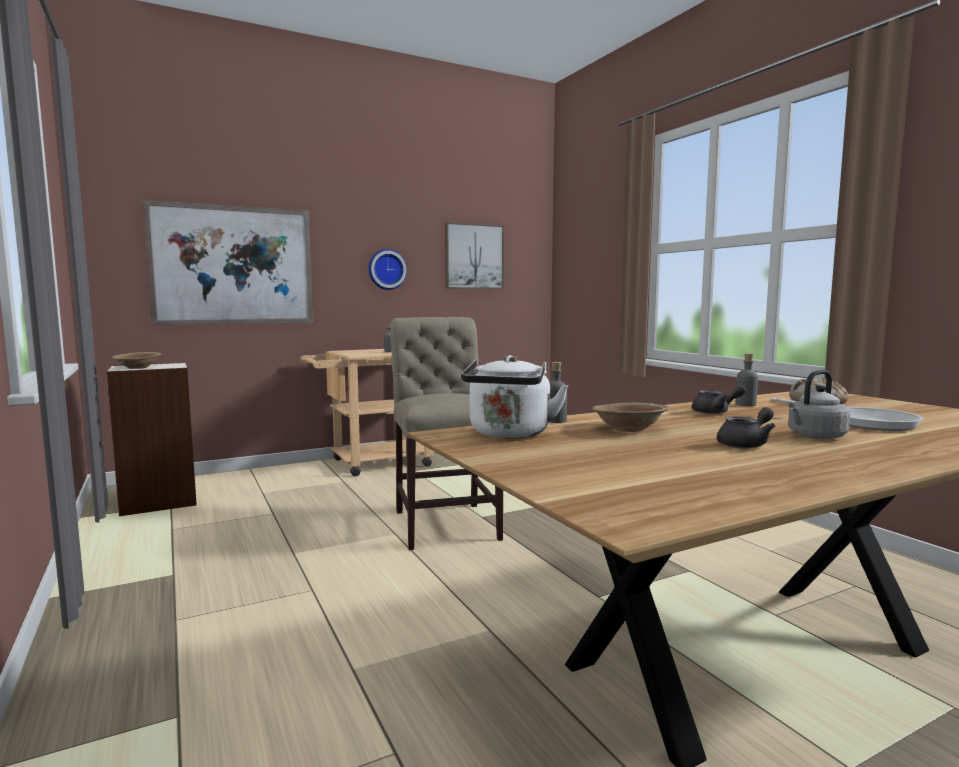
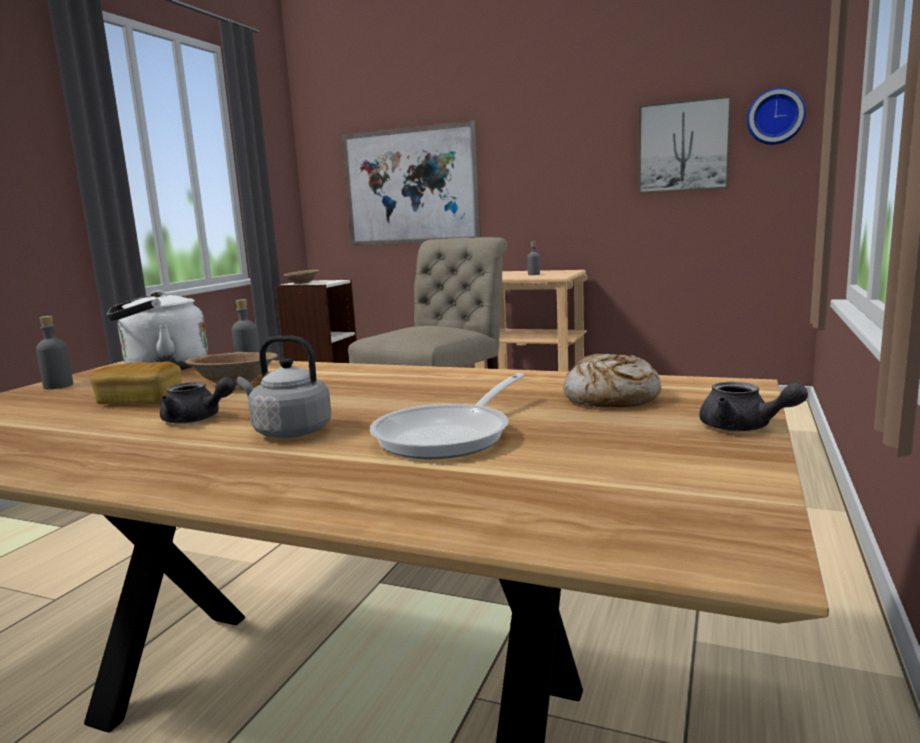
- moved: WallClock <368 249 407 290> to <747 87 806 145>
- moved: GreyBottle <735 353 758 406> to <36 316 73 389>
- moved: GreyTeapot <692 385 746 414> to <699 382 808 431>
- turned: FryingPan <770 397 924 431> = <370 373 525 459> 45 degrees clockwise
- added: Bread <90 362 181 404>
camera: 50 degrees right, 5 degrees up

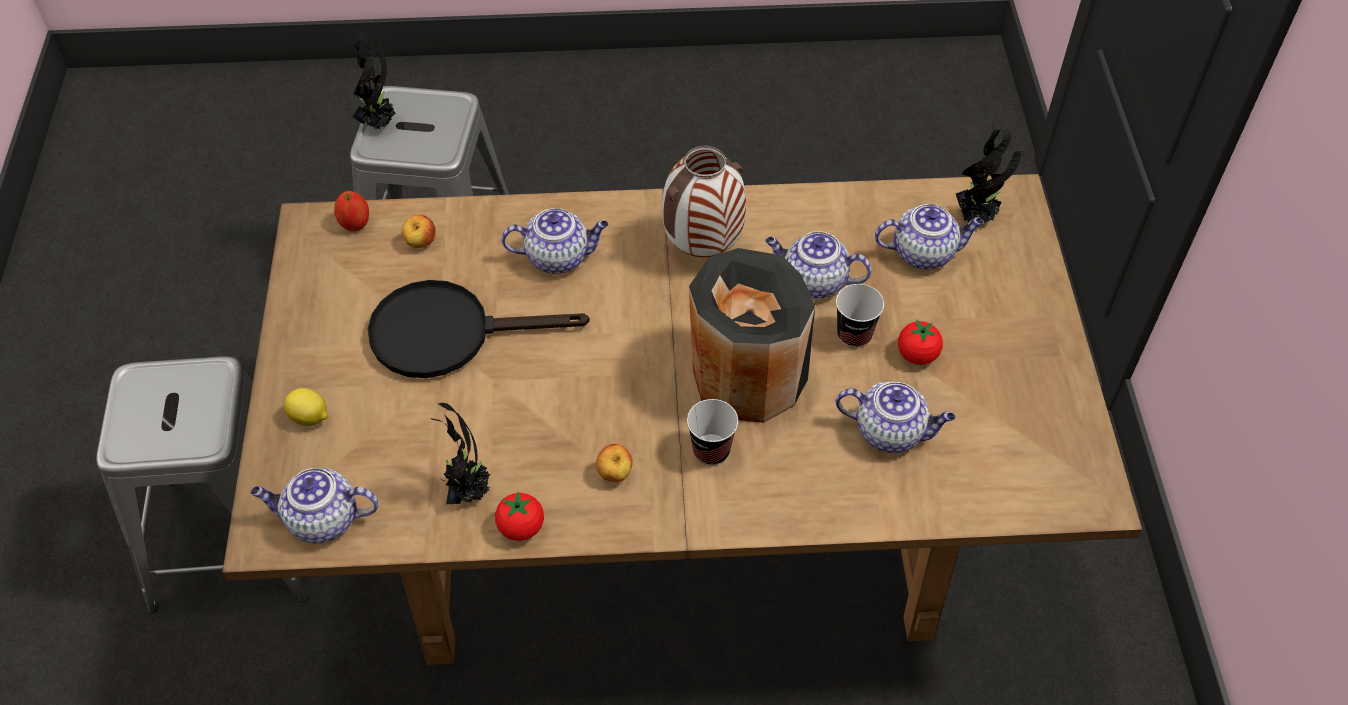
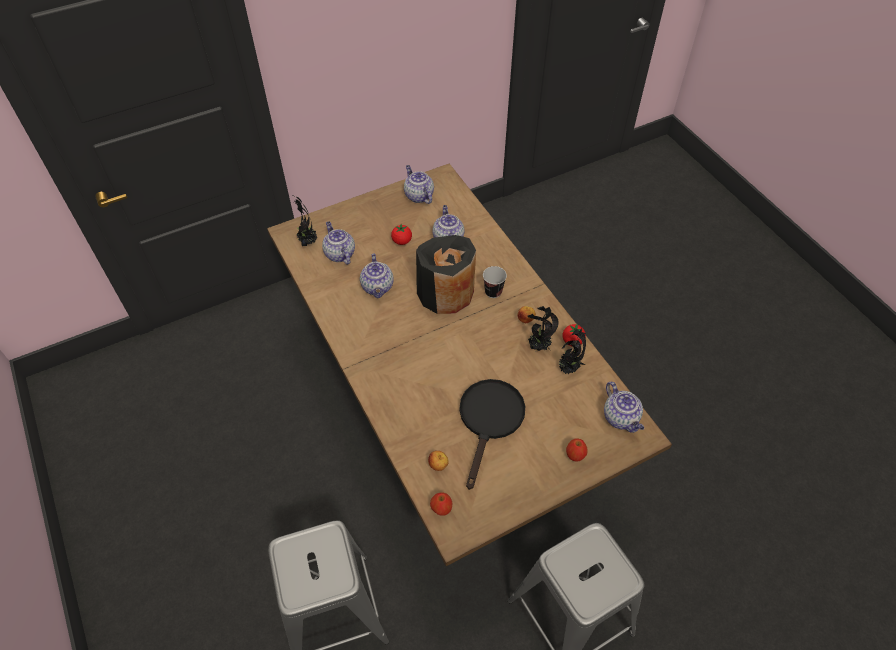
- moved: PottedPlant <347 31 396 130> to <527 306 559 352>
- removed: Vase <662 146 746 257>
- moved: Teapot <501 208 609 274> to <404 165 434 204>
- turned: BlackFryingPan <368 280 590 378> = <459 379 525 490> 135 degrees counterclockwise
- removed: Cup <836 284 884 348>
- replaced: Lemon <284 388 328 426> to Apple <566 438 588 461>
camera: 115 degrees left, 0 degrees up

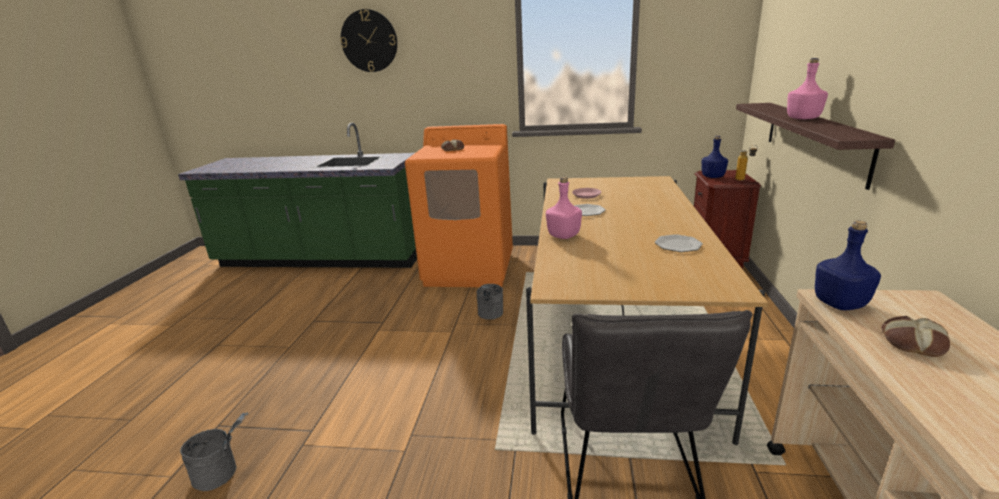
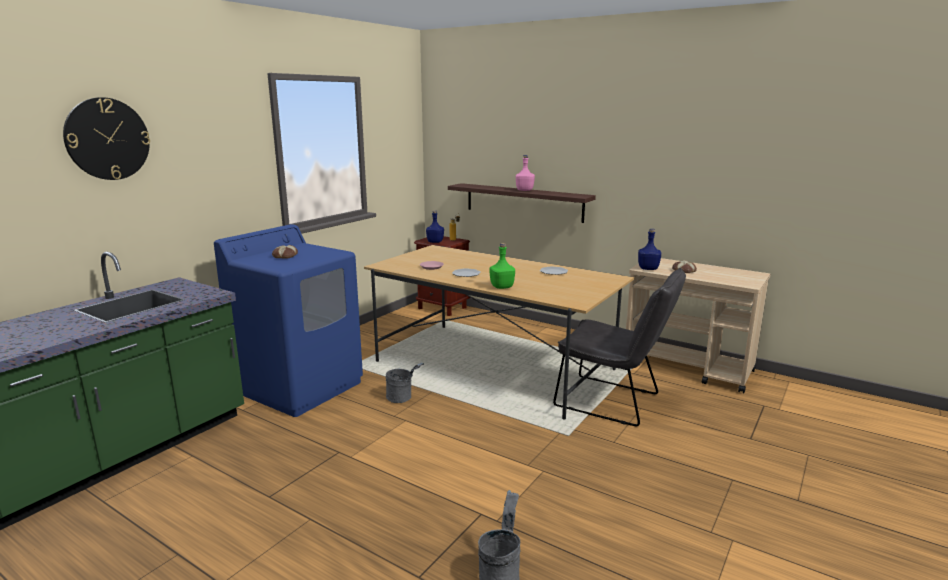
- recoloured: OrangeWashingMachine <405 124 513 287> to BlueWashingMachine <214 224 363 417>
- recoloured: PinkBottle <546 177 582 239> to GreenBottle <489 243 515 289>
camera: 65 degrees left, 5 degrees down

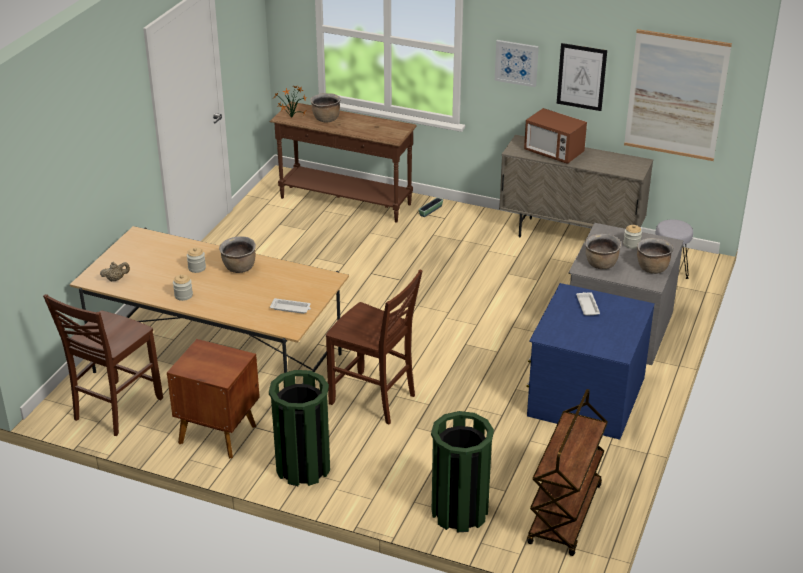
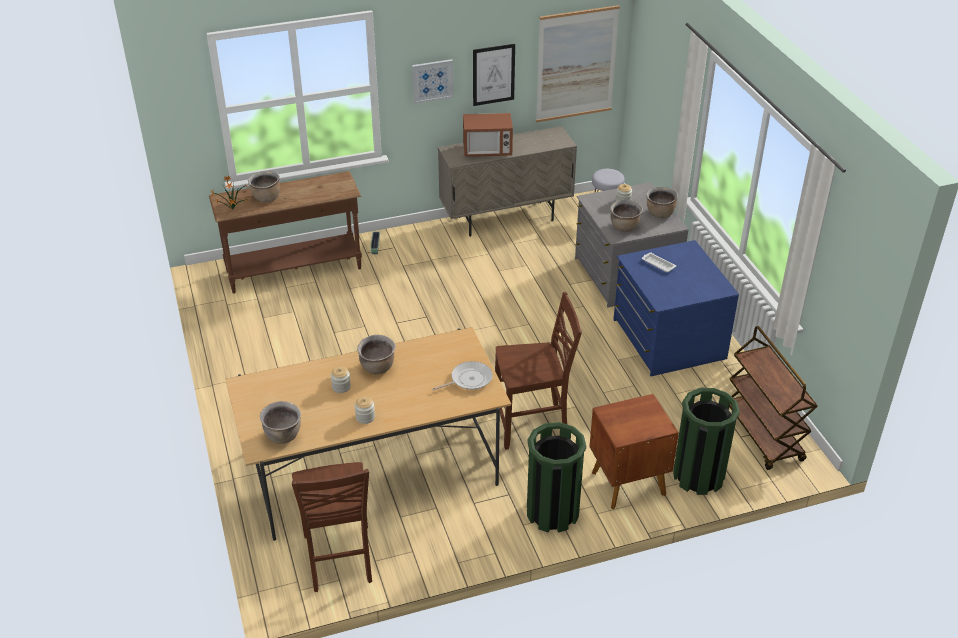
- replaced: BeigeTeapot <100 262 130 282> to BrownCookingPot <260 401 301 444>
- replaced: WhiteTray <270 298 311 314> to FryingPan <432 361 492 391>
- moved: BrownNightstand <167 339 260 459> to <589 394 679 509>
camera: 40 degrees left, 5 degrees up

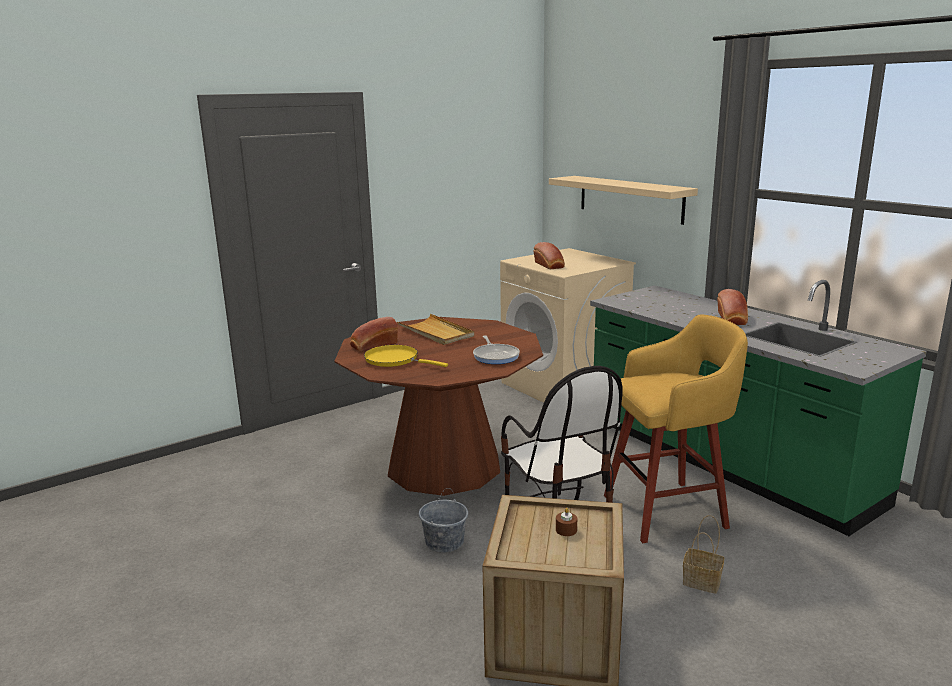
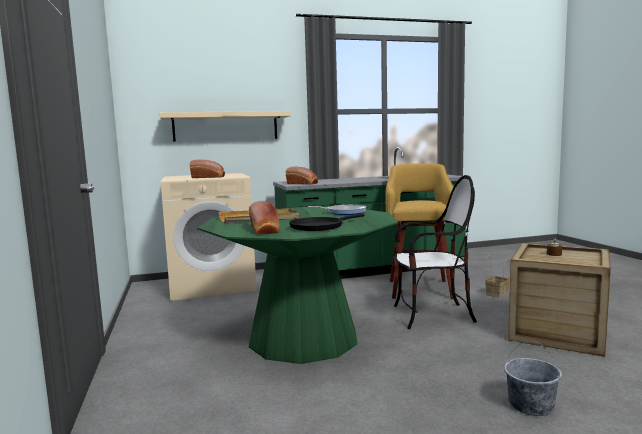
- moved: Bread <717 289 748 325> to <286 166 318 185>
- recoloured: BrownDiningTable <335 317 543 496> to GreenDiningTable <198 207 398 364>
- recoloured: YellowFryingPan <364 345 448 367> to BlackFryingPan <289 214 365 231>
- moved: GreyBucket <419 488 468 553> to <504 341 562 416>
camera: 70 degrees left, 10 degrees down

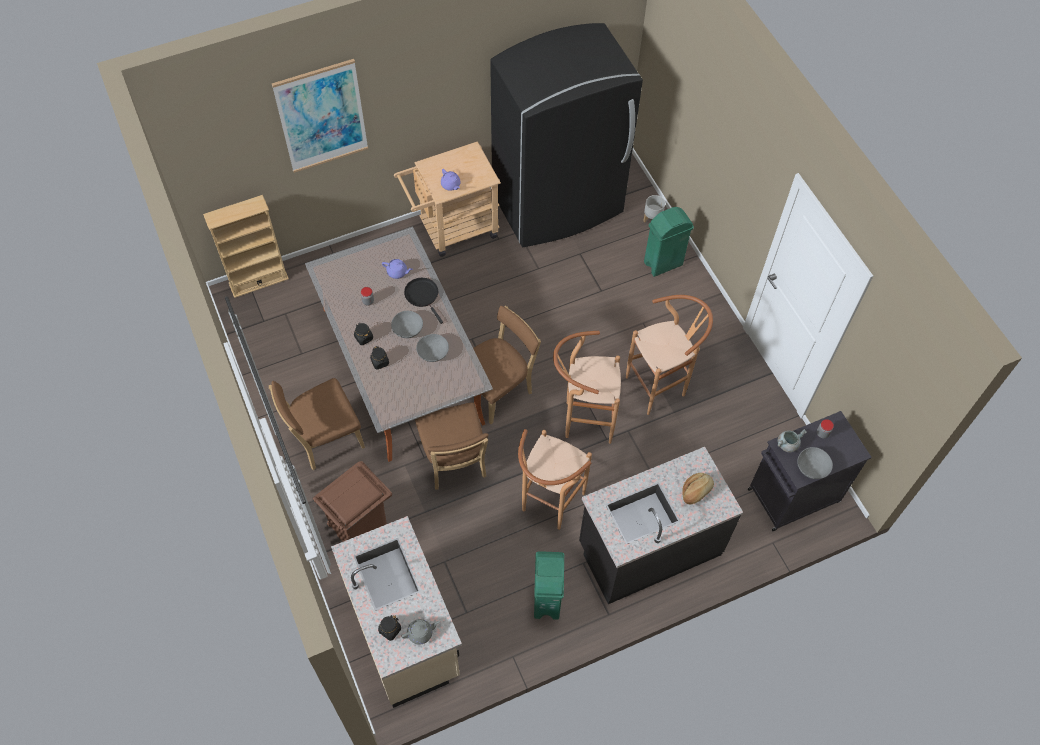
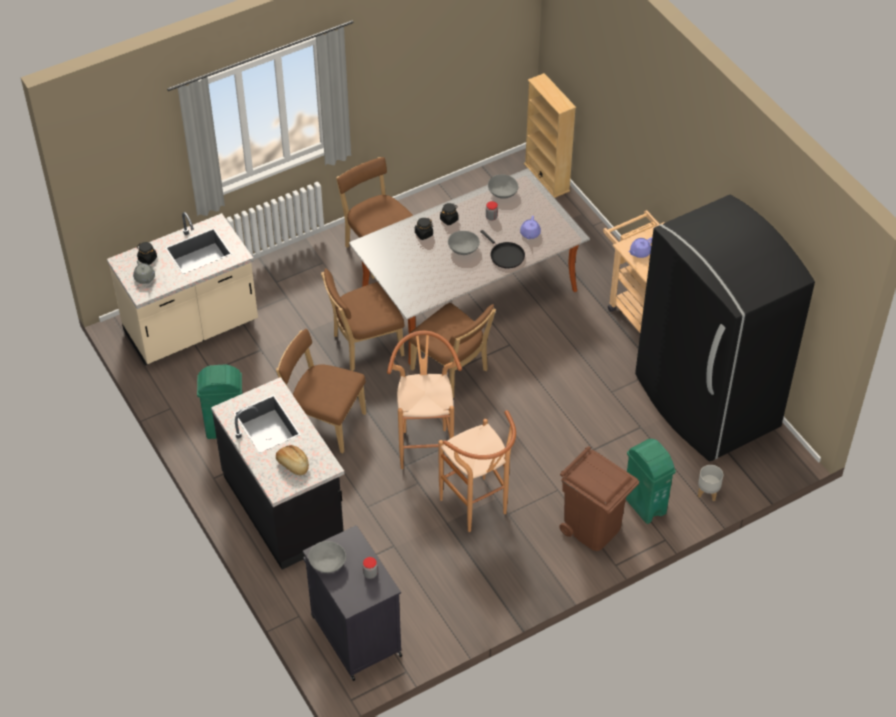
- removed: Picture <272 59 368 173>
- turned: BlackFryingPan <404 278 443 324> = <480 230 525 269> 90 degrees clockwise
- moved: GreyBowl <416 334 449 362> to <488 174 519 199>
- replaced: BrownStool <518 429 592 530> to BrownChair <276 329 366 453>
- removed: GreyCookingPot <778 429 807 452>
- moved: BrownTrashCan <313 461 392 542> to <559 446 639 551>
camera: 85 degrees right, 10 degrees down

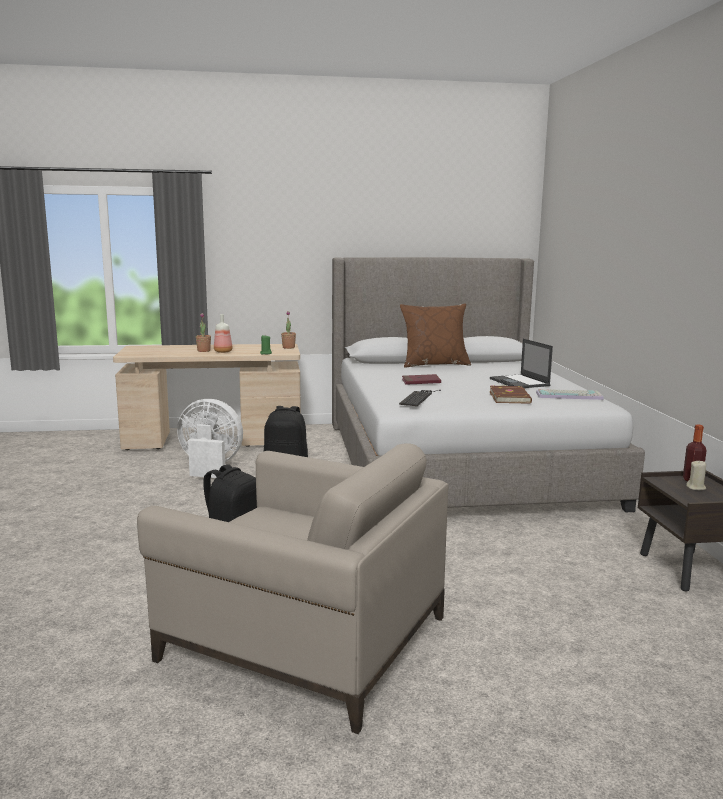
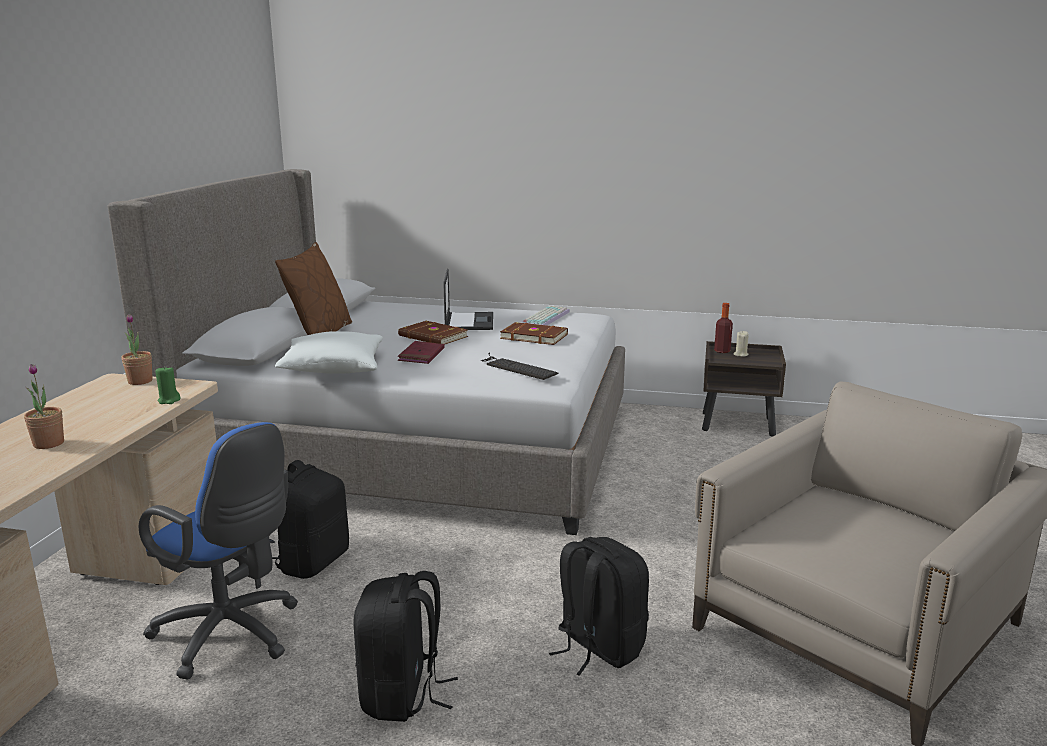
- removed: Bottle <214 314 232 353>
- turned: Laptop <490 339 553 388> = <443 269 493 330> 90 degrees counterclockwise
- replaced: WhiteFan <177 399 243 478> to BlueOfficeChair <139 422 298 680>
- added: BrownBook <398 321 468 344>
- added: WhitePillow <275 331 383 374>
- added: BlackBackpack <353 571 458 722>
camera: 70 degrees left, 5 degrees up

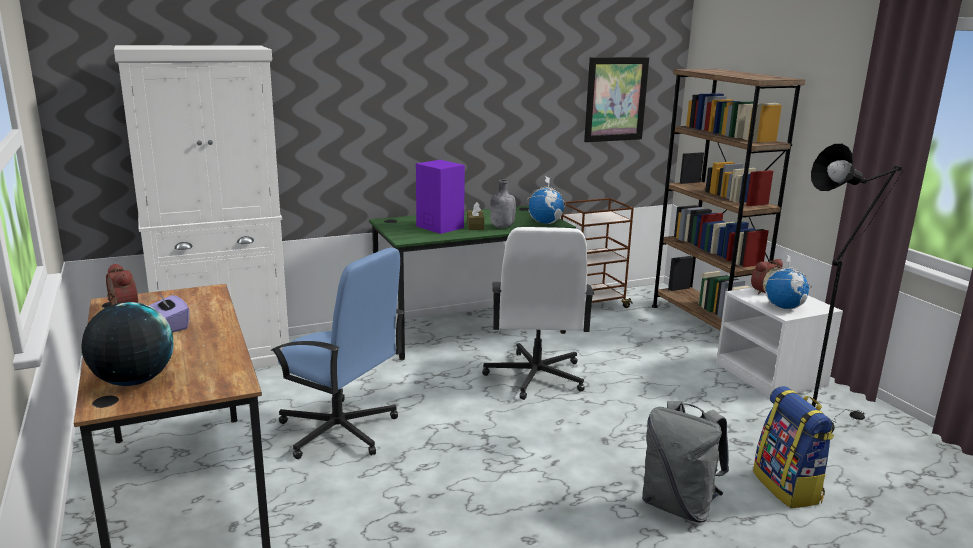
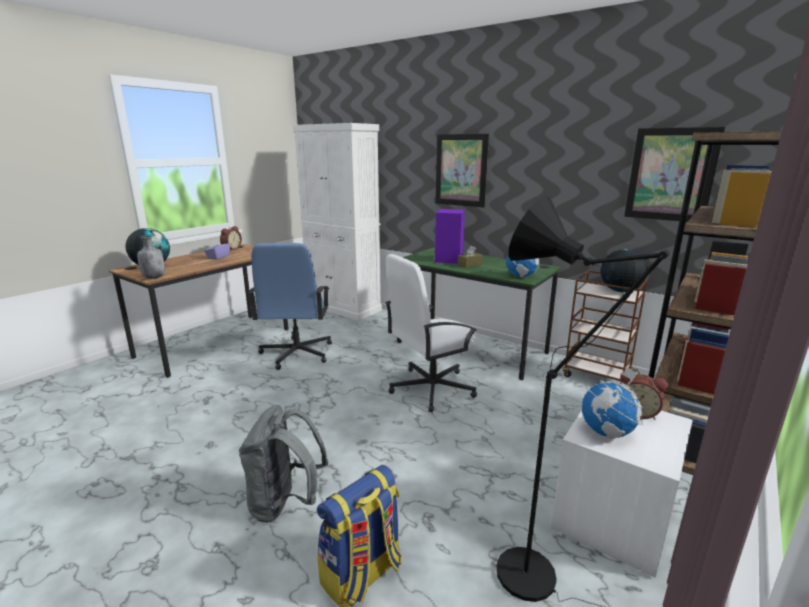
- moved: GreyBottle <490 180 516 228> to <137 236 165 279>
- added: Picture <435 134 489 208>
- added: Globe <600 249 648 292>
camera: 60 degrees right, 0 degrees up

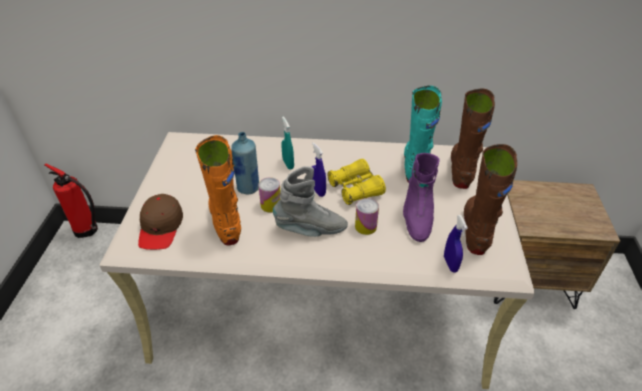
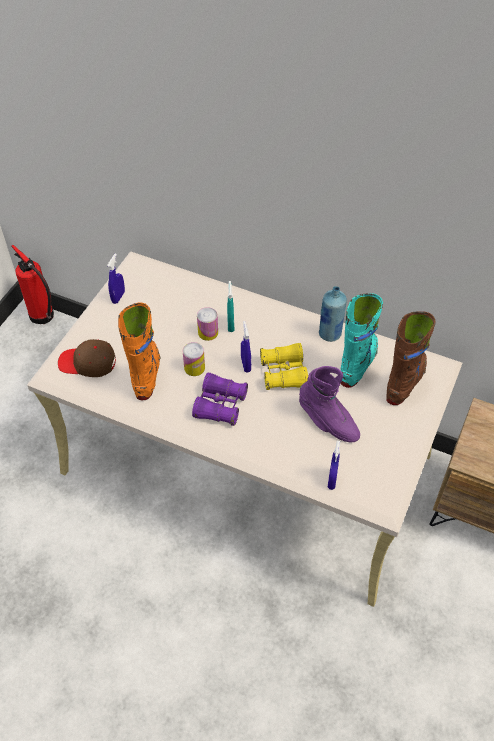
- moved: BlueBottle <231 132 259 194> to <319 286 347 342>
- removed: BrownBoot <464 144 517 255>
- turned: PurpleBoot <403 153 440 242> = <299 366 360 442> 75 degrees counterclockwise
- replaced: GreyBoot <273 166 348 237> to PurpleBinoculars <192 373 248 426>
- turned: BrownCap <138 194 183 250> = <58 339 116 377> 75 degrees clockwise
- moved: Can <355 198 379 235> to <197 307 218 341>
- added: BlueSprayBottle <107 253 125 304>
camera: 20 degrees right, 10 degrees up

